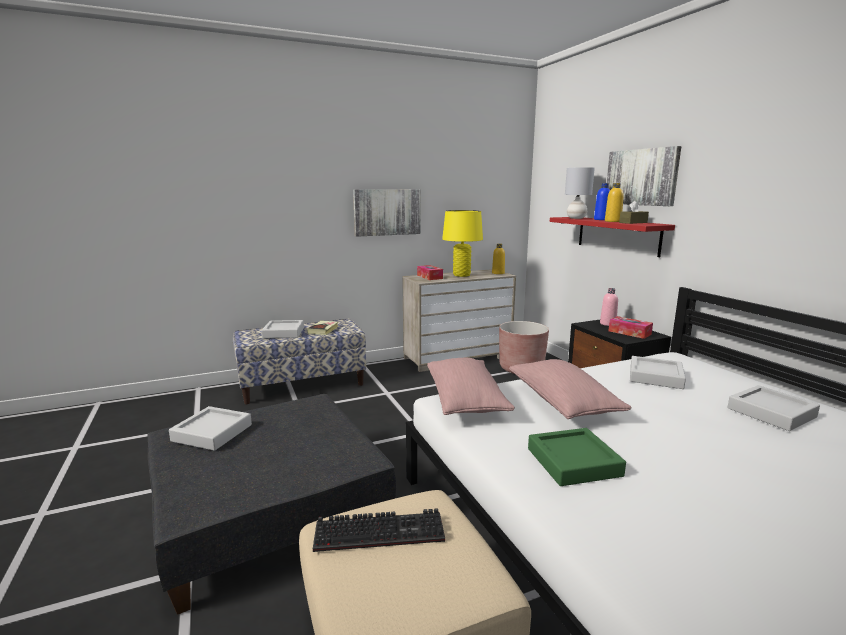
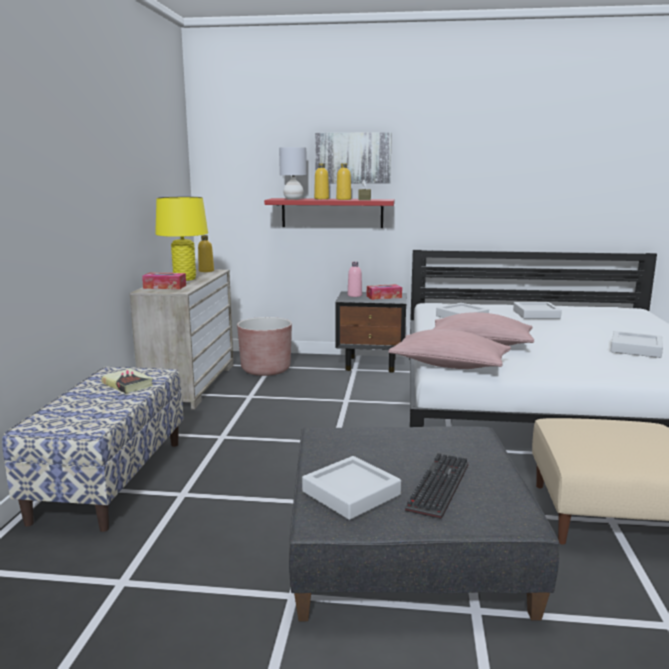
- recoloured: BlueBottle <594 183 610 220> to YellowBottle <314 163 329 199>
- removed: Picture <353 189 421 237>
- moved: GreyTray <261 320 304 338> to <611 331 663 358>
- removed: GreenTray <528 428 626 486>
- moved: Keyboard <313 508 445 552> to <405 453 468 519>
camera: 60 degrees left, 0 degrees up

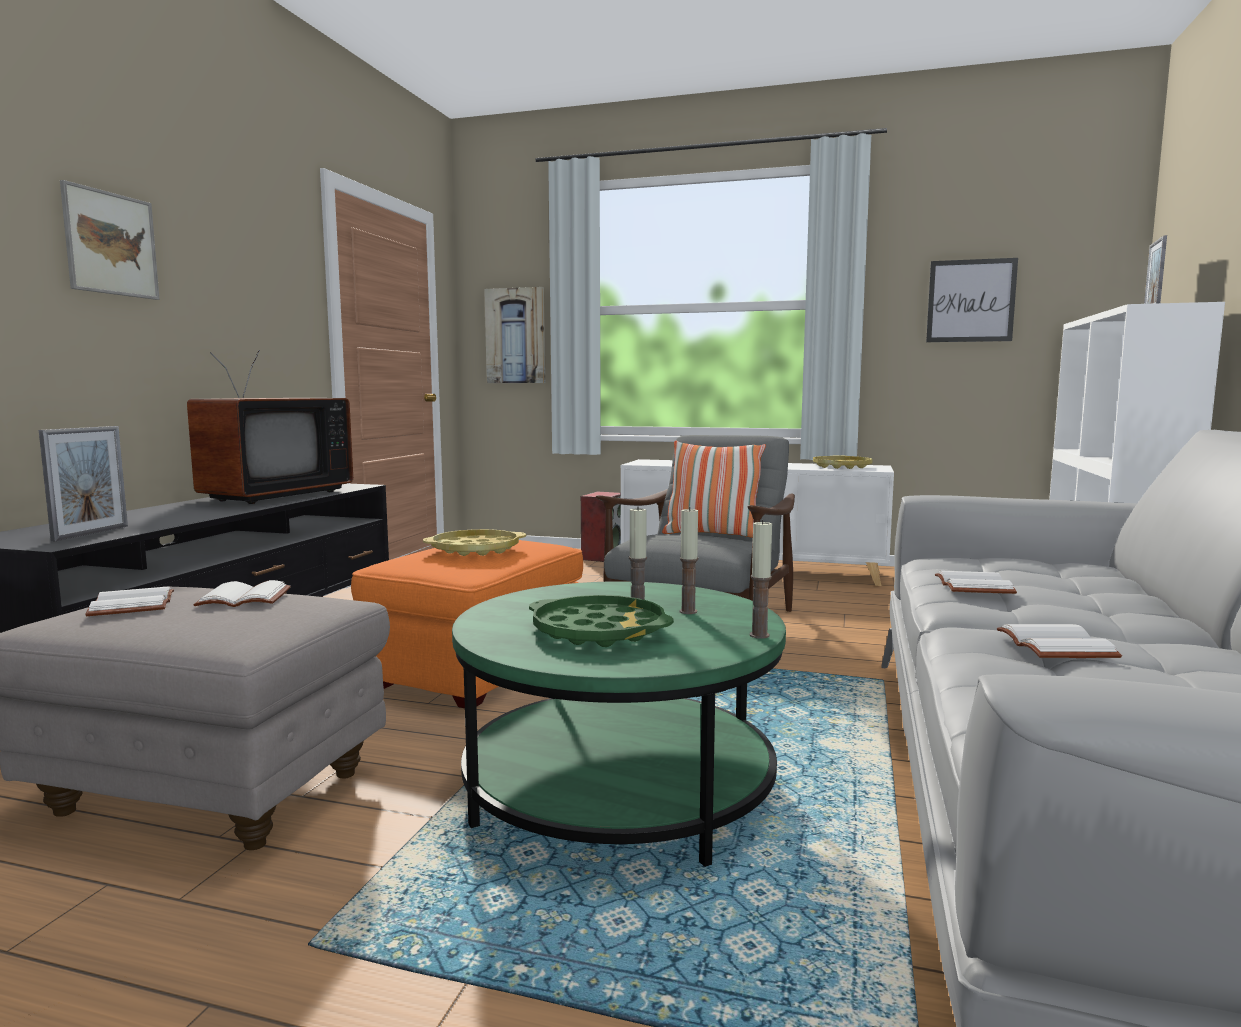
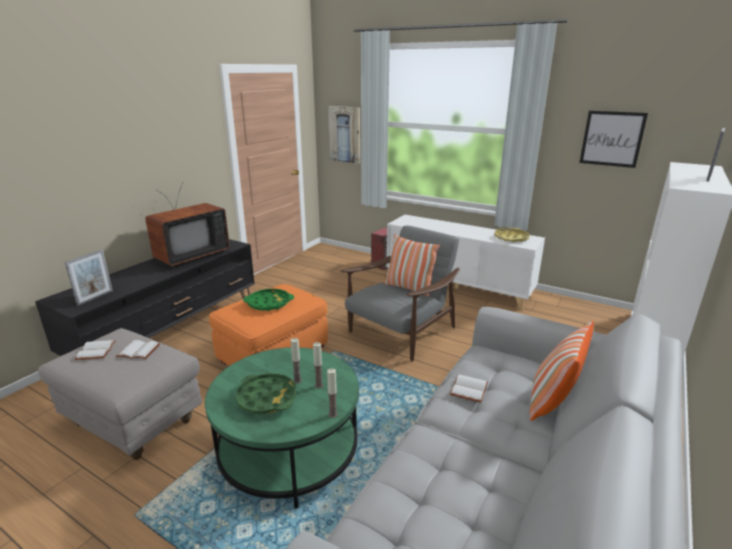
- removed: Picture <60 180 159 300>
- recoloured: YellowTray <423 529 526 556> to GreenTray <243 289 294 311>
- removed: WhiteBook <997 624 1122 658>
- added: Pillow <530 320 594 421>
camera: 15 degrees right, 15 degrees up

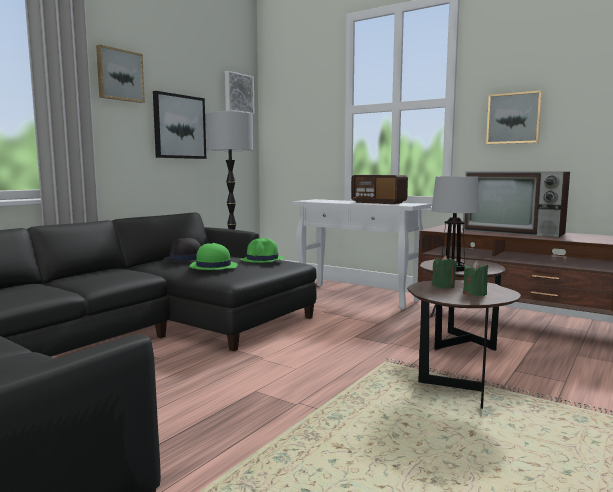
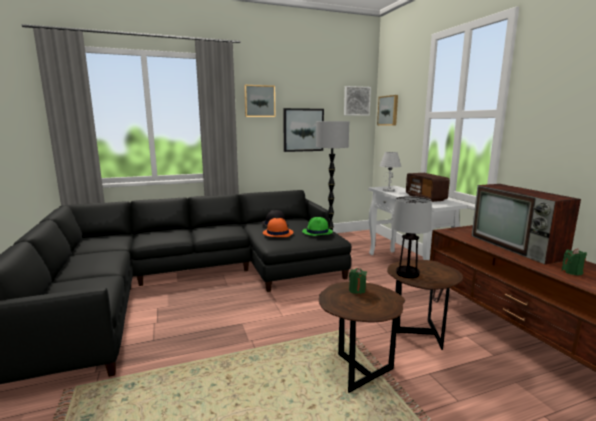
- moved: Picture <486 90 542 144> to <377 95 398 126>
- recoloured: GreenHat <189 243 238 270> to OrangeHat <263 218 294 237>
- moved: GreenCandle <463 261 488 296> to <561 248 587 276>
- added: WhiteTableLamp <380 152 401 192>
camera: 35 degrees right, 5 degrees up

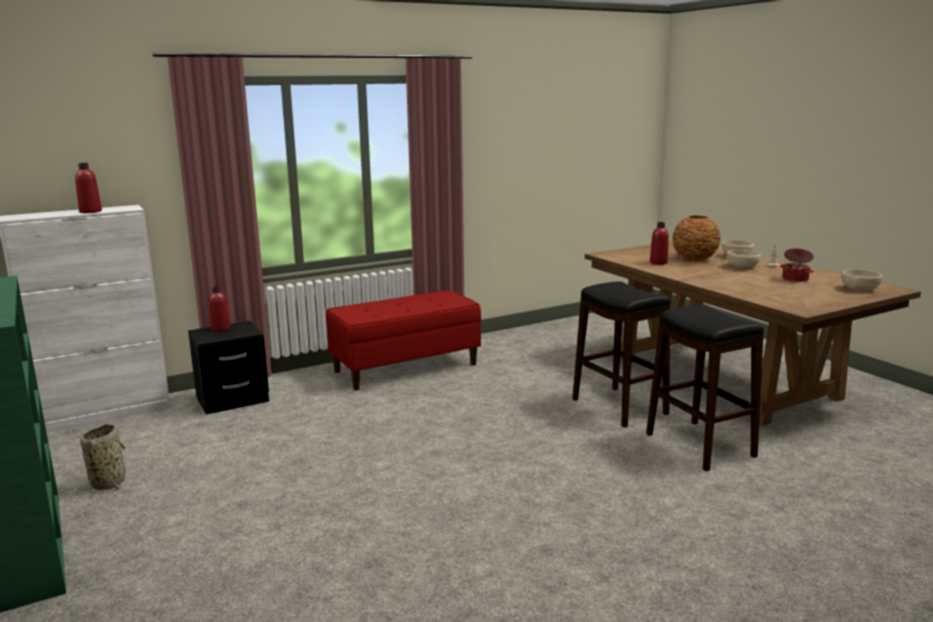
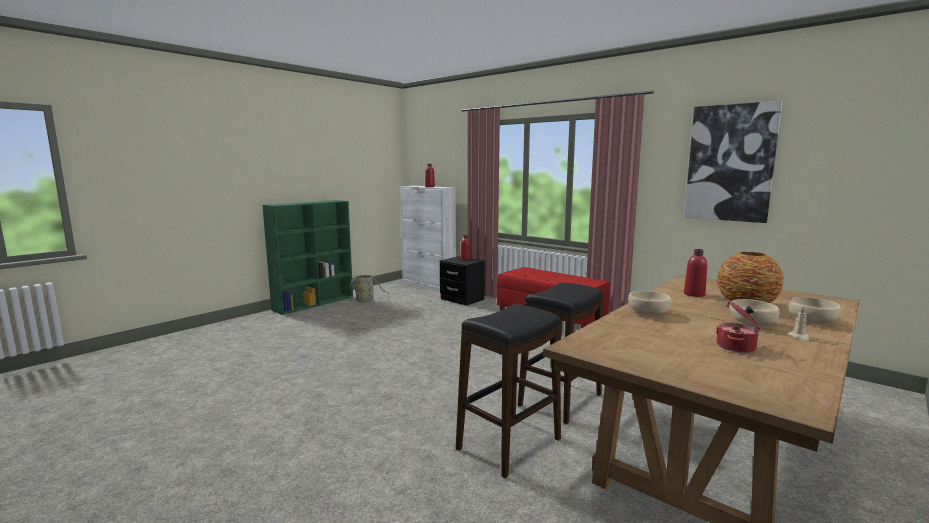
- moved: BeigeBowl <841 269 882 291> to <628 291 671 315>
- added: Picture <684 101 783 223>
camera: 70 degrees right, 5 degrees down

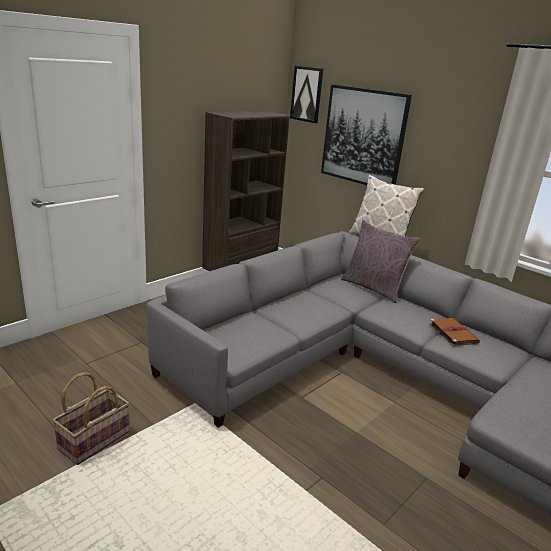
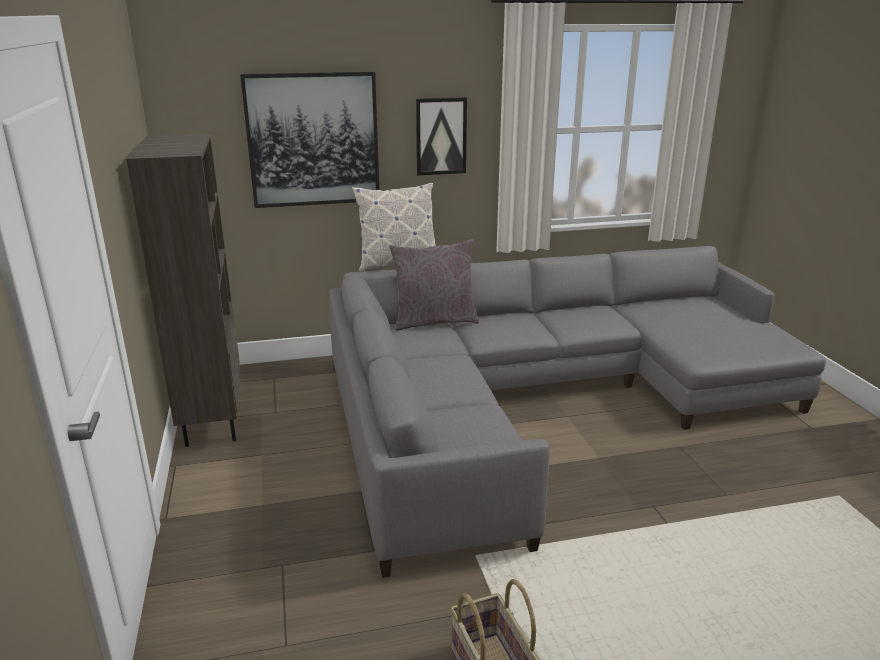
- moved: Picture <290 66 323 123> to <416 97 467 175>
- removed: BrownBook <429 318 480 346>
camera: 55 degrees left, 0 degrees up

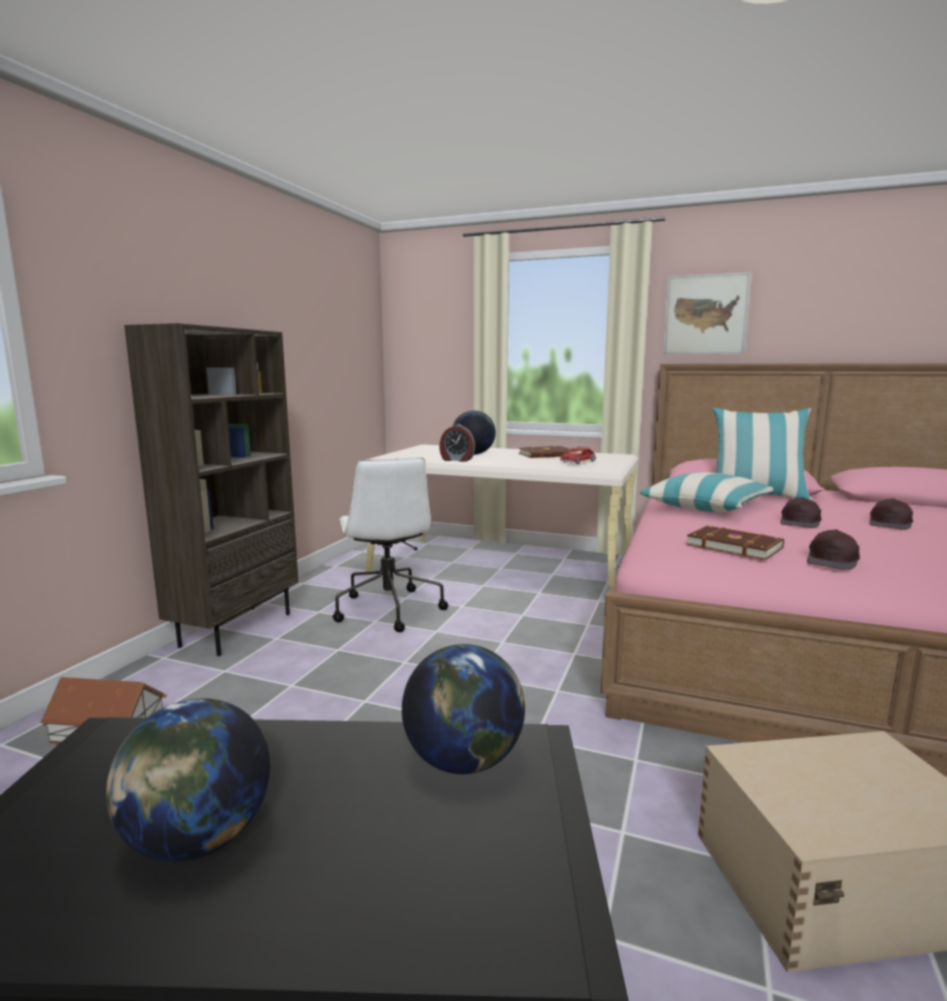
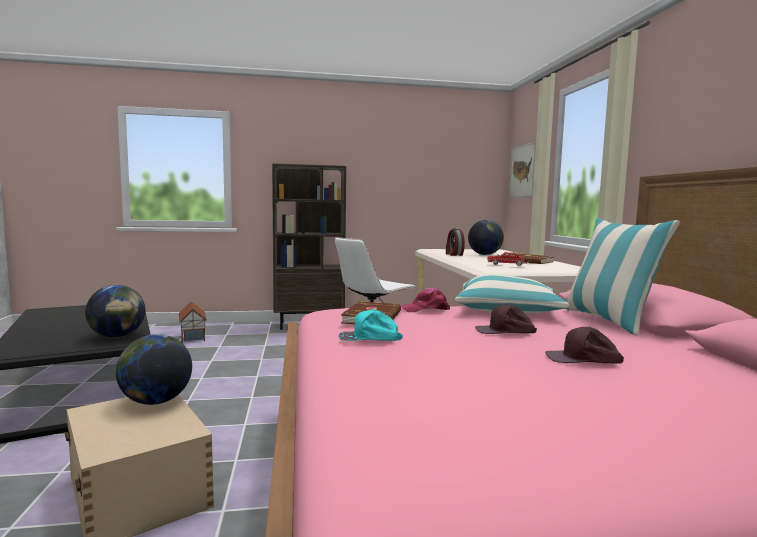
- moved: Picture <663 272 751 355> to <509 142 536 198>
- recoloured: BrownCap <807 529 860 570> to TurquoiseCap <339 309 403 341>
- moved: Globe <106 698 270 862> to <116 334 192 405>
- added: PinkCap <401 287 450 312>
camera: 60 degrees right, 5 degrees down

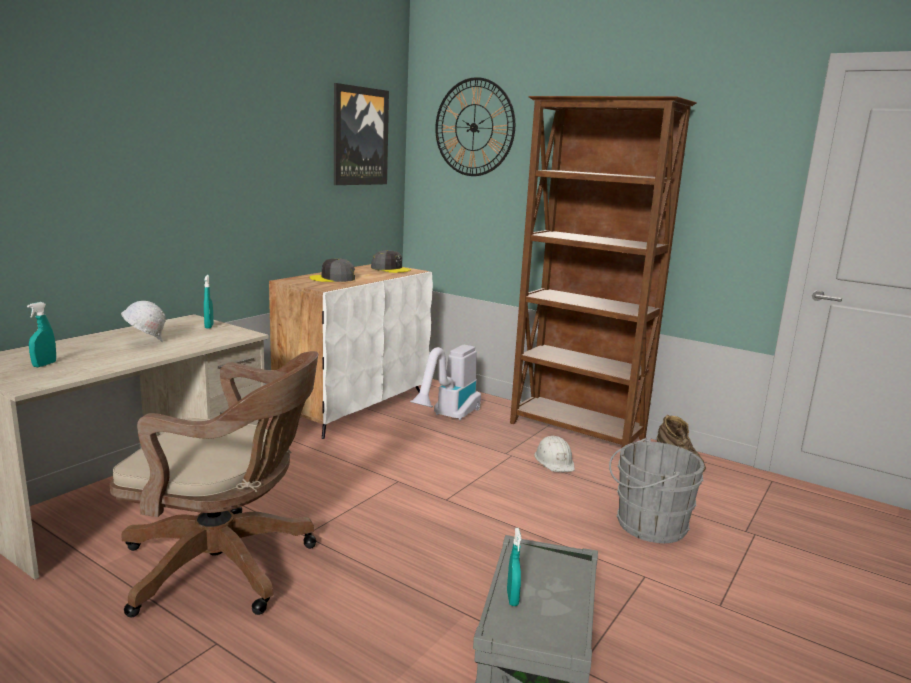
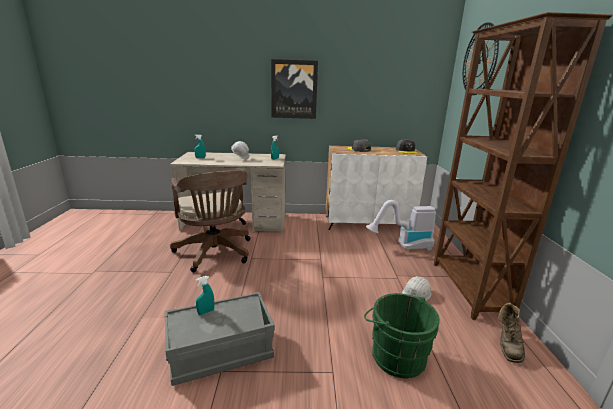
- moved: Picture <334 83 389 185> to <271 59 318 119>
- recoloured: GreyBucket <609 437 704 543> to GreenBucket <364 293 440 378>
camera: 55 degrees right, 5 degrees up

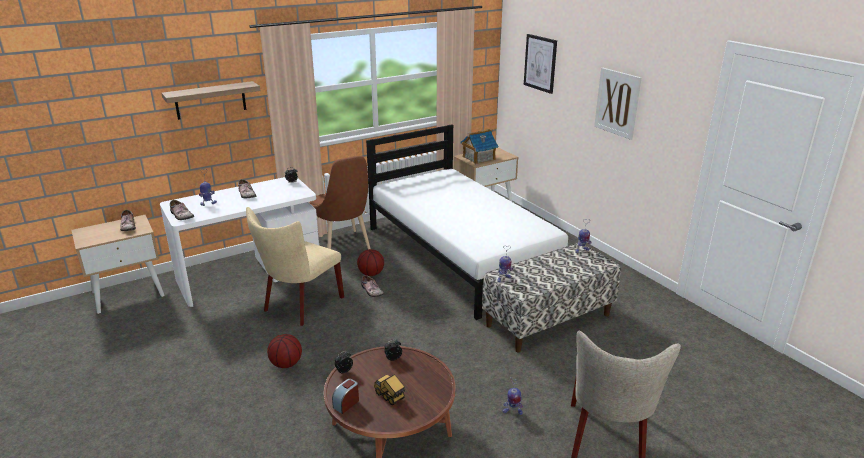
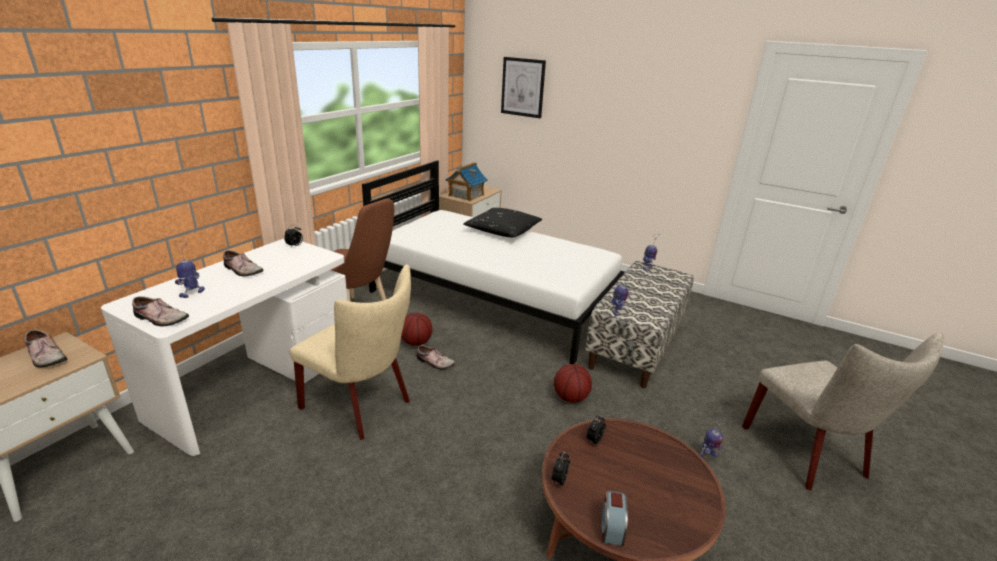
- removed: Picture <594 68 641 140>
- removed: Shelf <162 81 260 120>
- turned: BeigeChair <246 207 344 326> = <290 264 411 440> 60 degrees counterclockwise
- moved: Basketball <267 334 302 368> to <554 364 592 403>
- removed: ToyTruck <374 374 405 405>
- added: BlackPillow <464 208 542 237>
camera: 30 degrees left, 0 degrees up

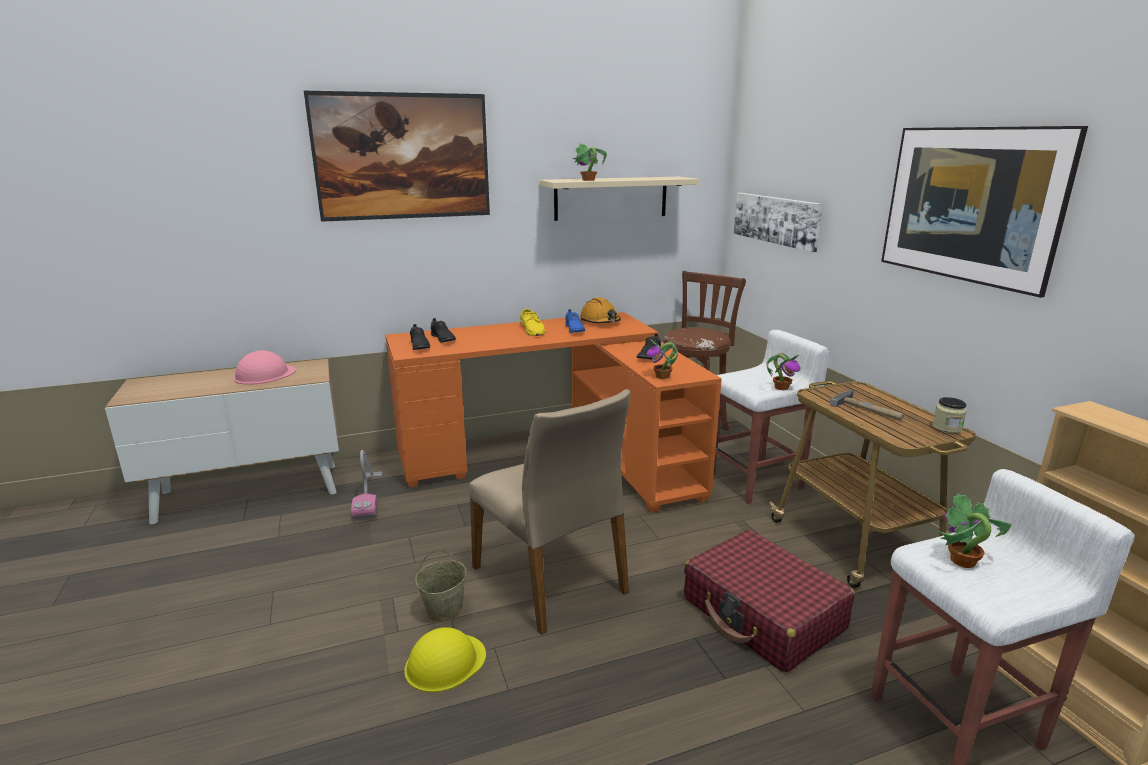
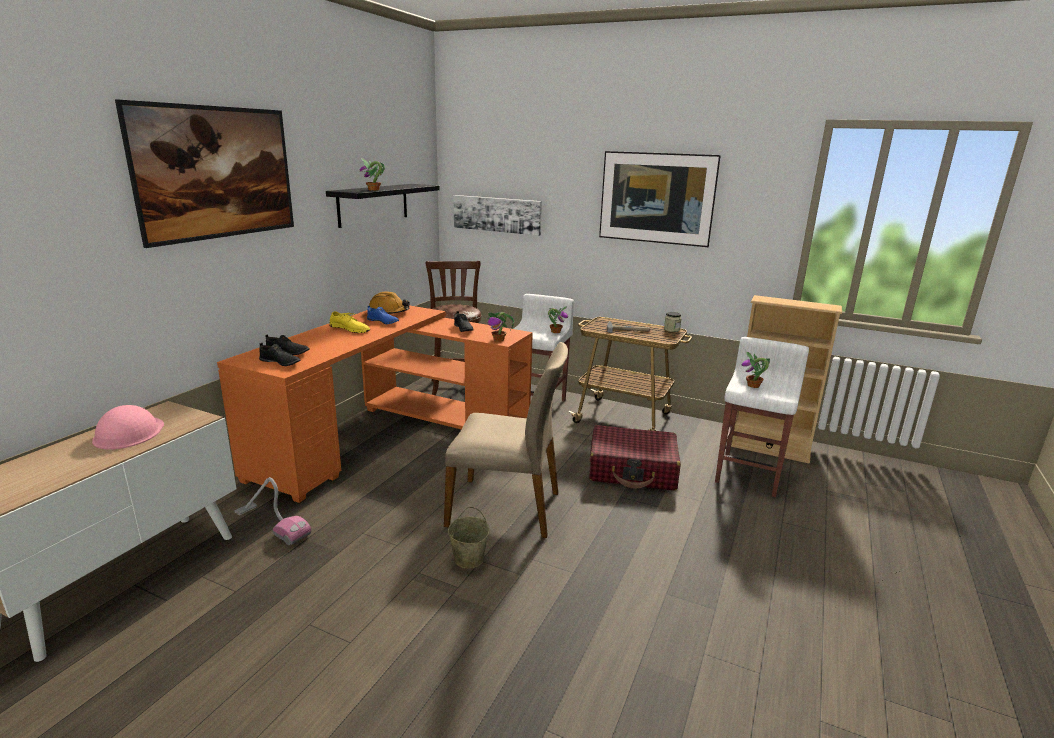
- recoloured: BeigeShelf <539 177 699 221> to BlackShelf <326 184 440 228>
- removed: YellowHardHat <405 627 486 692>
camera: 45 degrees left, 0 degrees up

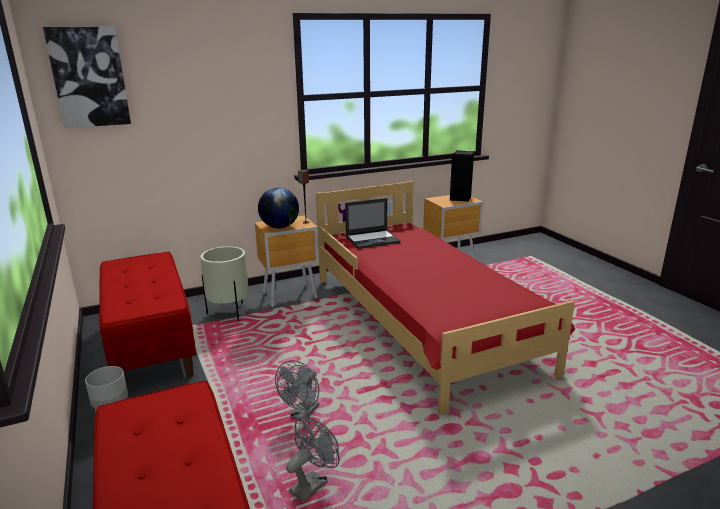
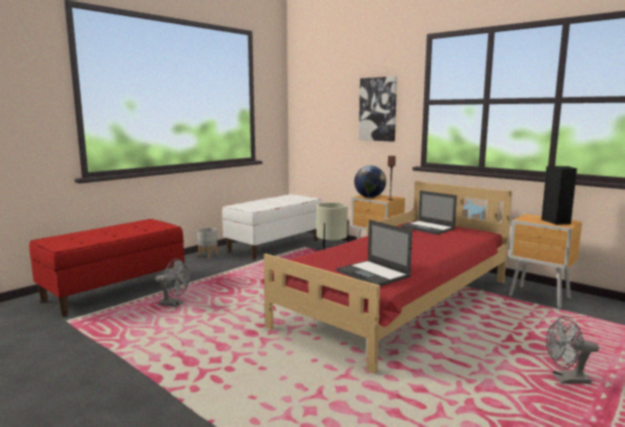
- moved: Picture <43 27 131 128> to <359 76 397 142>
- recoloured: RedBench <99 252 196 385> to WhiteBench <222 194 322 260>
- moved: GreyFan <275 360 319 421> to <546 316 599 384>
- added: Laptop <336 220 412 286>
camera: 65 degrees right, 10 degrees down

